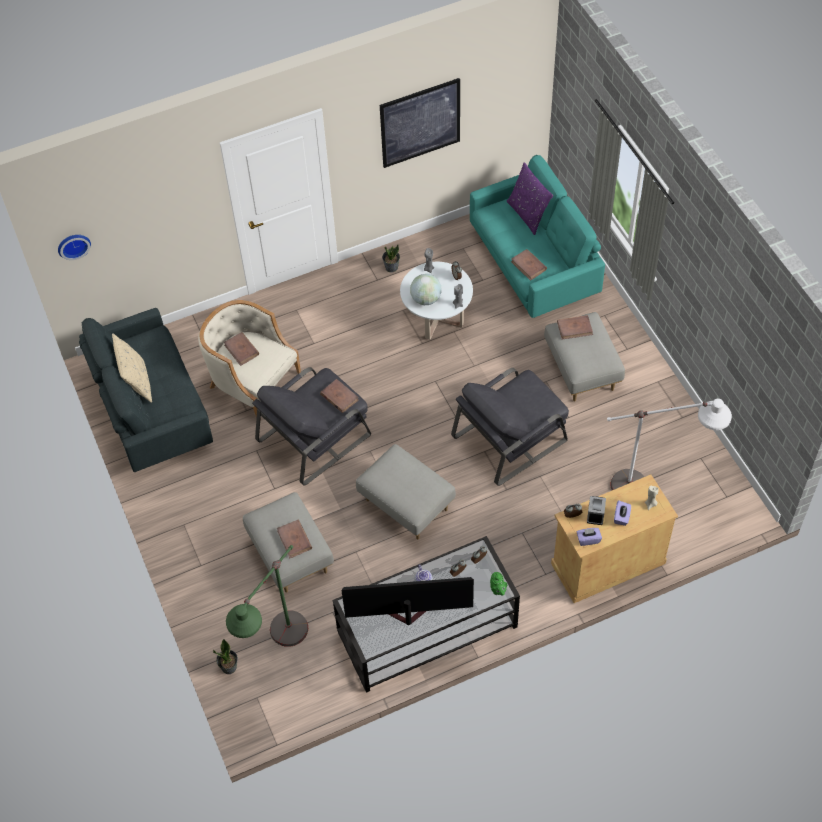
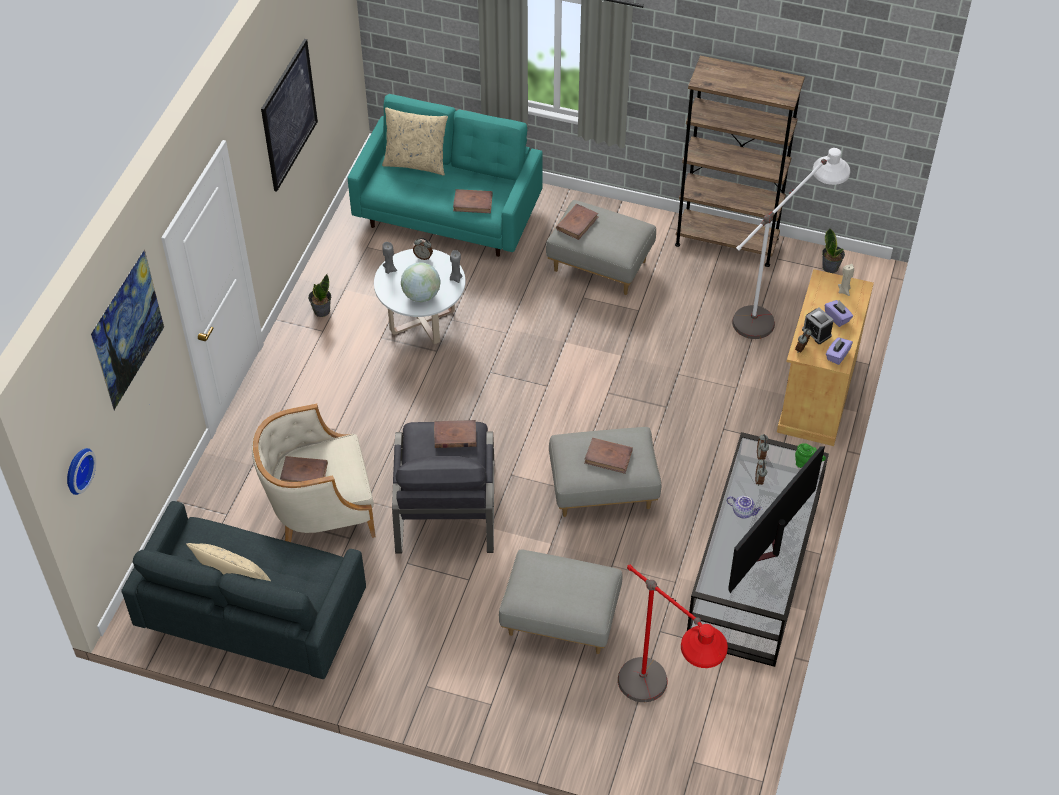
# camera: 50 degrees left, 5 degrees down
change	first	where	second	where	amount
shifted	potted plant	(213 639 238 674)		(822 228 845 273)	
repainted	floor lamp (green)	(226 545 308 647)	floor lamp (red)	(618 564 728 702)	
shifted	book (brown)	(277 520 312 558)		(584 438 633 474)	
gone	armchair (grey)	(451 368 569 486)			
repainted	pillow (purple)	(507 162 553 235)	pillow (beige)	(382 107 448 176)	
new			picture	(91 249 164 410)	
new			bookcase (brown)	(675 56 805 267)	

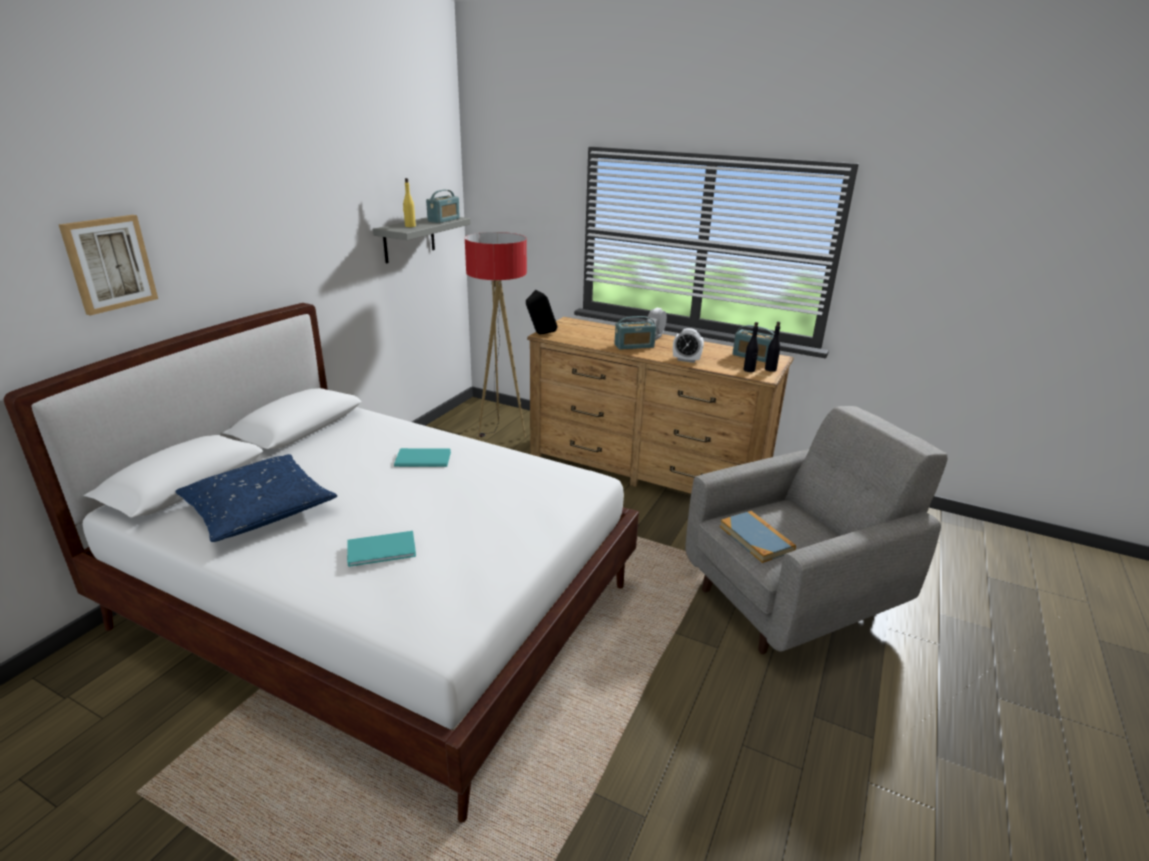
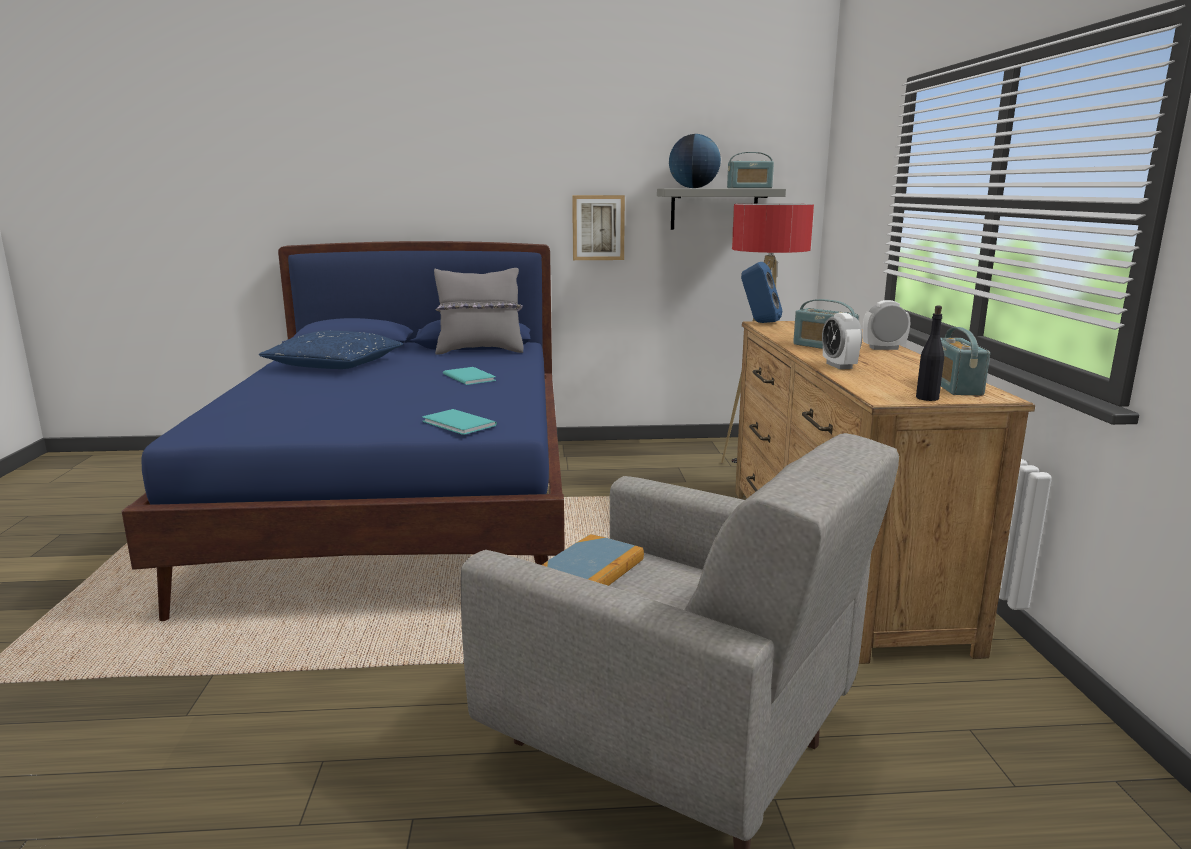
# camera: 60 degrees right, 10 degrees down
change	first	where	second	where	amount
repainted	bed (white)	(4 303 639 823)	bed (blue)	(122 241 565 621)	
shifted	picture	(59 215 158 316)		(572 195 625 260)	
shifted	book (turquoise)	(347 531 416 567)		(422 409 497 435)	
swapped	bottle (yellow)	(403 178 416 227)	globe	(669 134 721 188)	
repainted	speaker (black)	(526 290 557 334)	speaker (blue)	(741 262 782 323)	
gone	bottle (black)	(743 322 758 372)			
new			pillow (grey)	(434 268 524 355)	

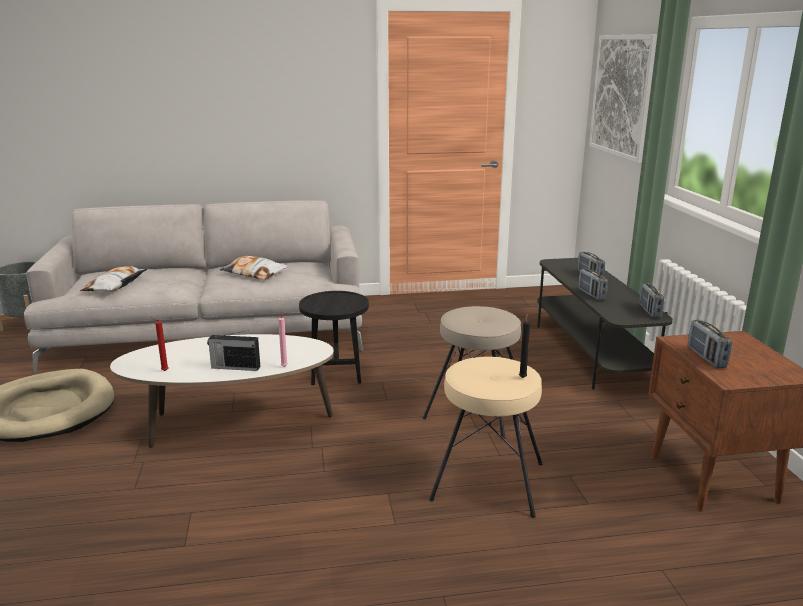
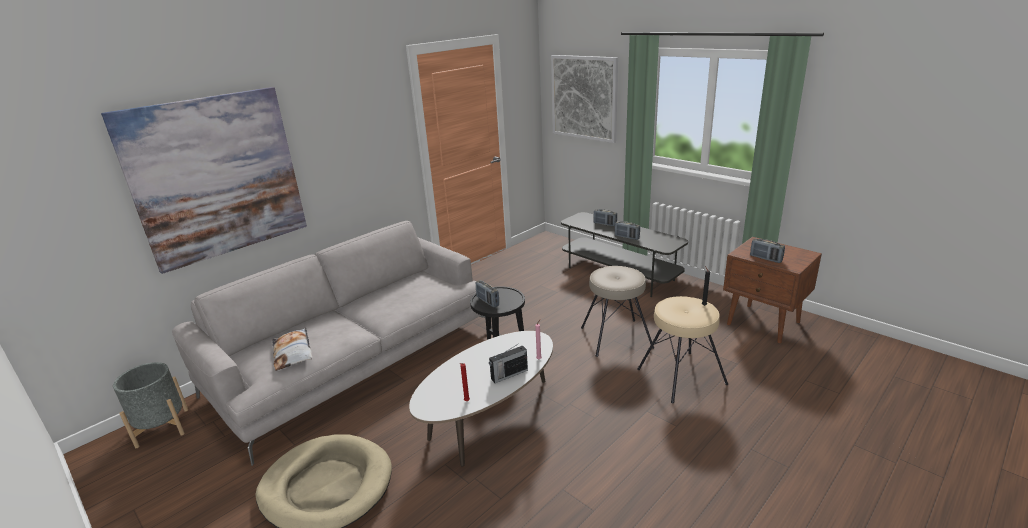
# camera: 35 degrees left, 5 degrees up
change	first	where	second	where	amount
gone	pillow	(220 256 288 280)			
shifted	radio	(639 283 664 318)		(476 280 499 307)	
new			picture	(101 87 307 274)	

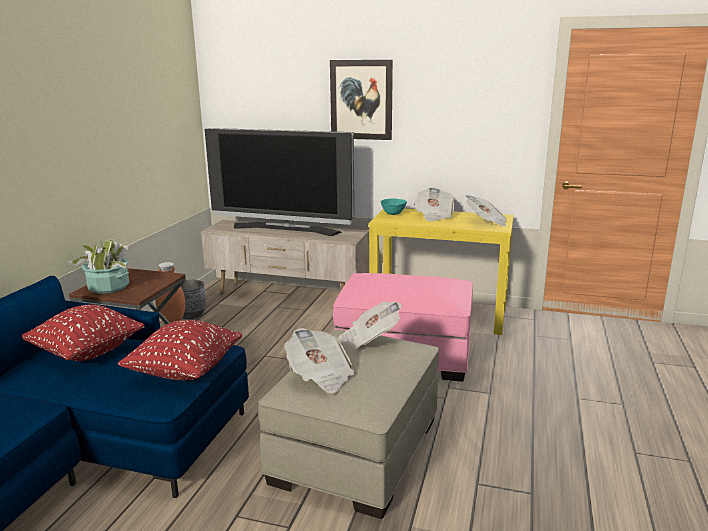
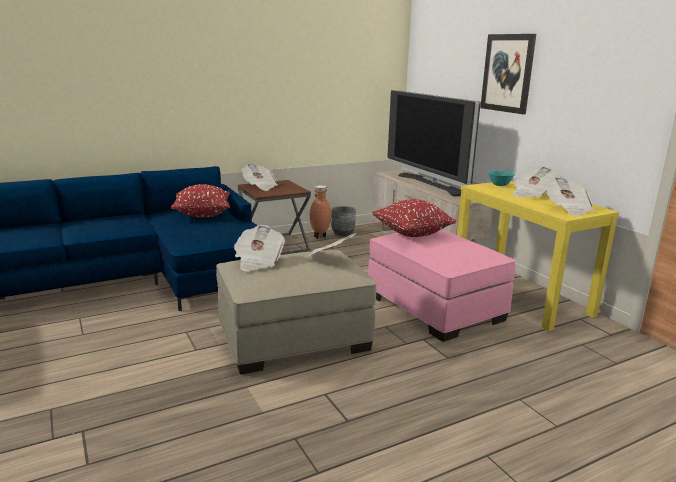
# camera: 45 degrees right, 0 degrees up
change	first	where	second	where	amount
swapped	potted plant	(68 239 129 294)	newspaper	(242 164 278 191)	
shifted	pillow (red)	(118 320 242 381)		(372 199 456 237)	

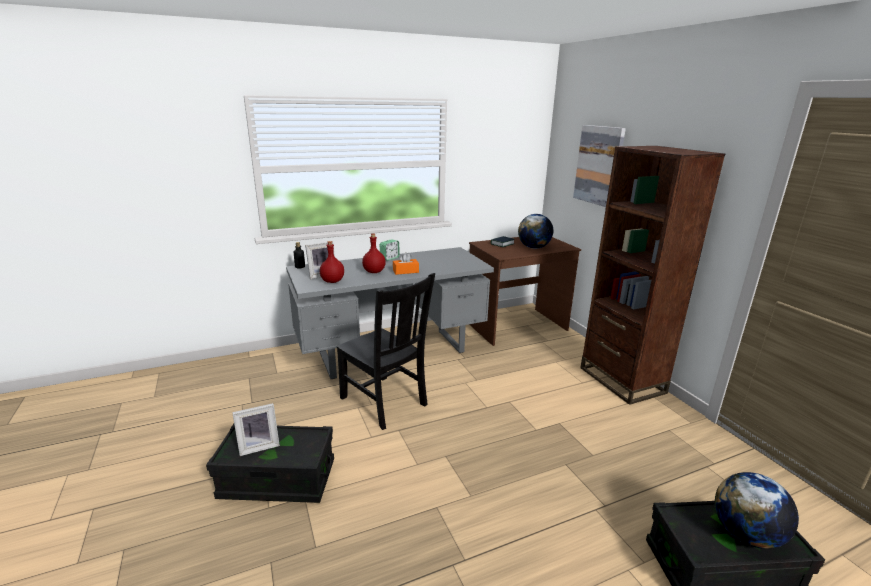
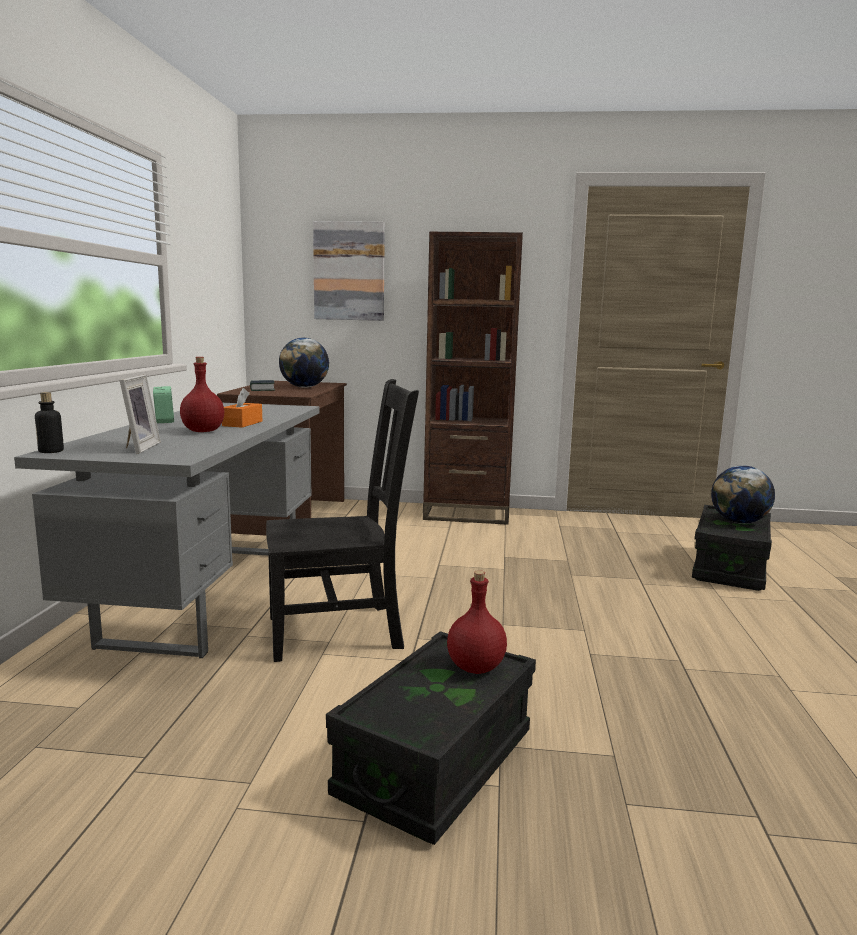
# camera: 60 degrees left, 10 degrees down
change	first	where	second	where	amount
gone	picture frame	(232 403 280 456)			
shifted	bottle (red)	(320 241 344 283)		(447 570 507 674)	

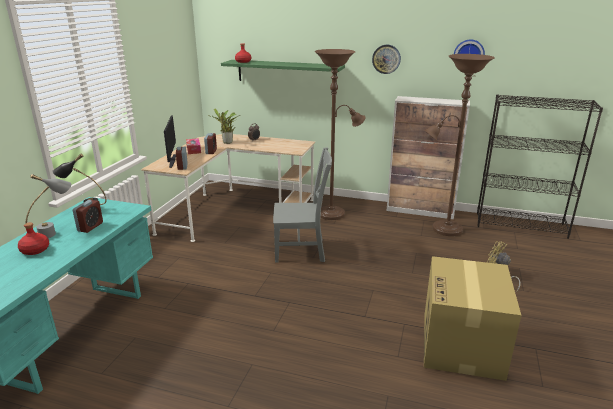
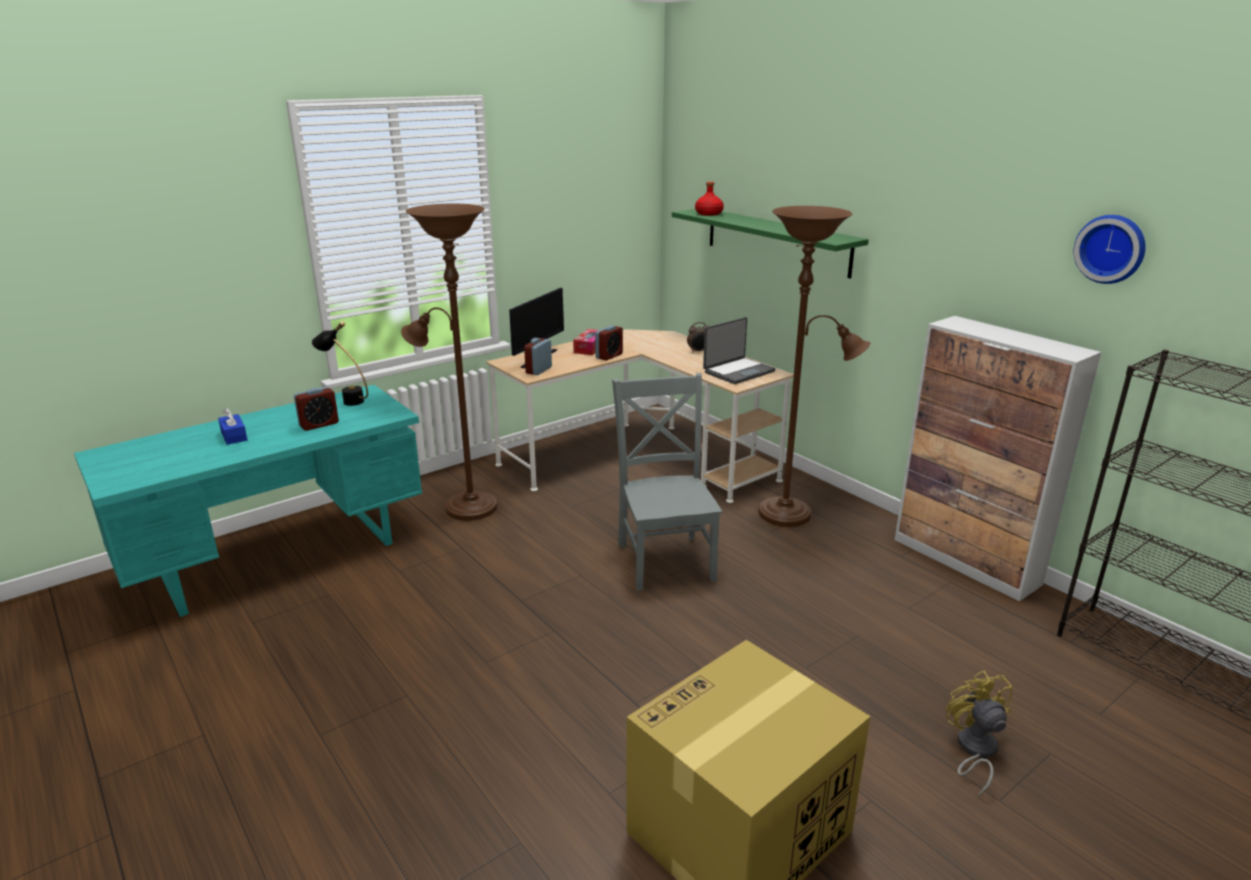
# camera: 35 degrees right, 0 degrees up
change	first	where	second	where	amount
swapped	bottle (red)	(18 222 49 255)	tissue box (blue)	(218 408 247 445)	
gone	table lamp (grey)	(25 174 71 238)			
gone	potted plant	(208 108 241 144)			
rotated	chair (grey)	(273 147 332 263)		(612 373 722 591)	135 degrees counterclockwise
gone	wall clock	(372 45 401 74)			
shifted	floor lamp (brown)	(424 54 495 236)		(401 203 498 521)	
new			laptop	(703 317 776 384)	

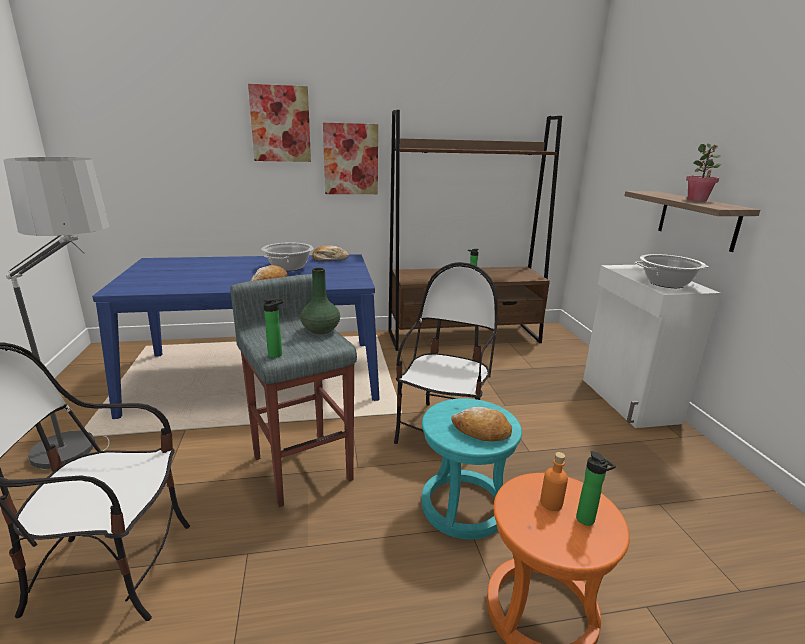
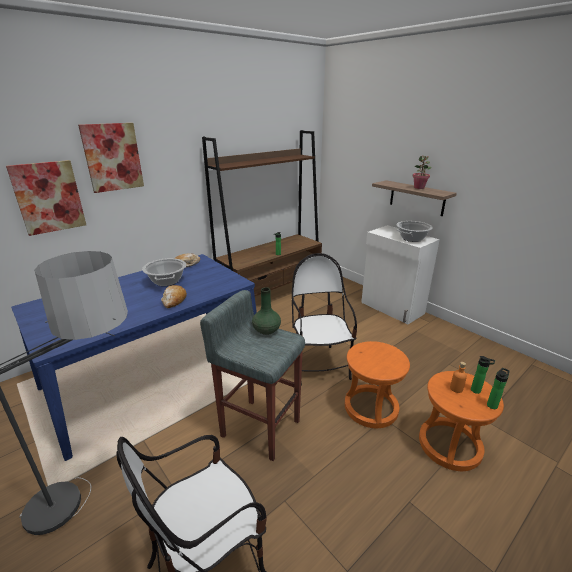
# camera: 30 degrees left, 5 degrees up
change	first	where	second	where	amount
shifted	bottle	(263 298 284 358)		(487 368 510 409)	
shifted	picture	(323 122 378 194)		(6 160 86 236)	
repainted	stool (turquoise)	(421 398 522 539)	stool (orange)	(345 341 410 428)	
gone	bread	(451 407 512 442)			

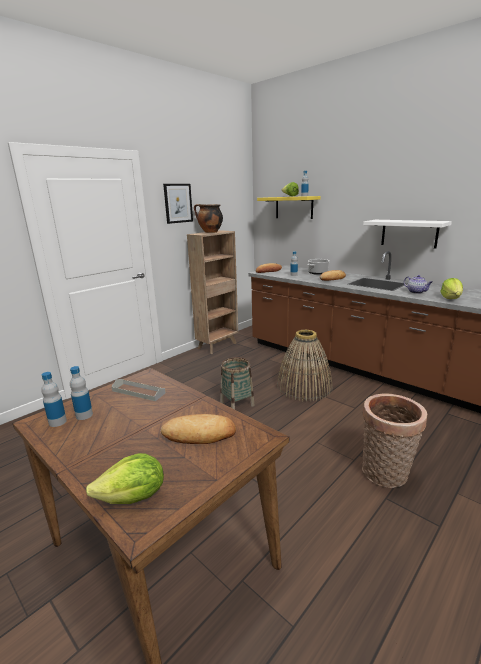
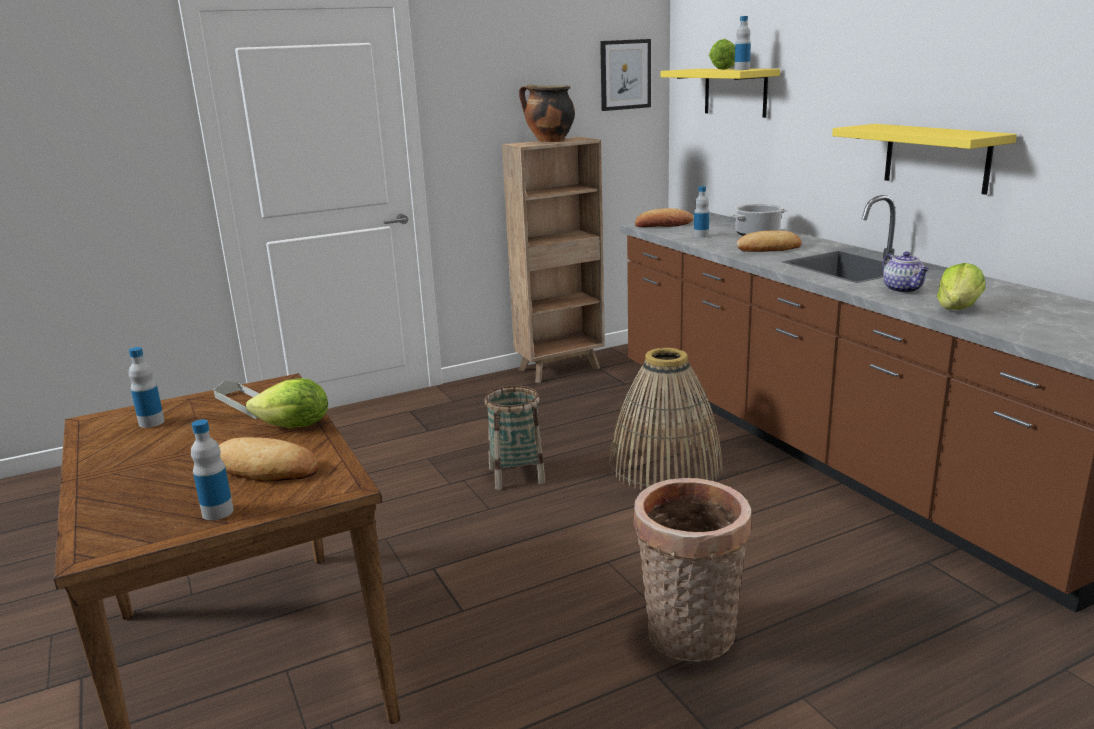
# camera: 20 degrees right, 0 degrees up
change	first	where	second	where	amount
shifted	bottle	(42 372 67 427)		(191 419 234 520)	
shifted	lettuce	(86 453 164 504)		(246 378 328 428)	
shifted	picture	(163 184 193 224)		(600 39 651 111)	
repainted	shelf (white)	(363 220 452 249)	shelf (yellow)	(832 124 1017 195)	

